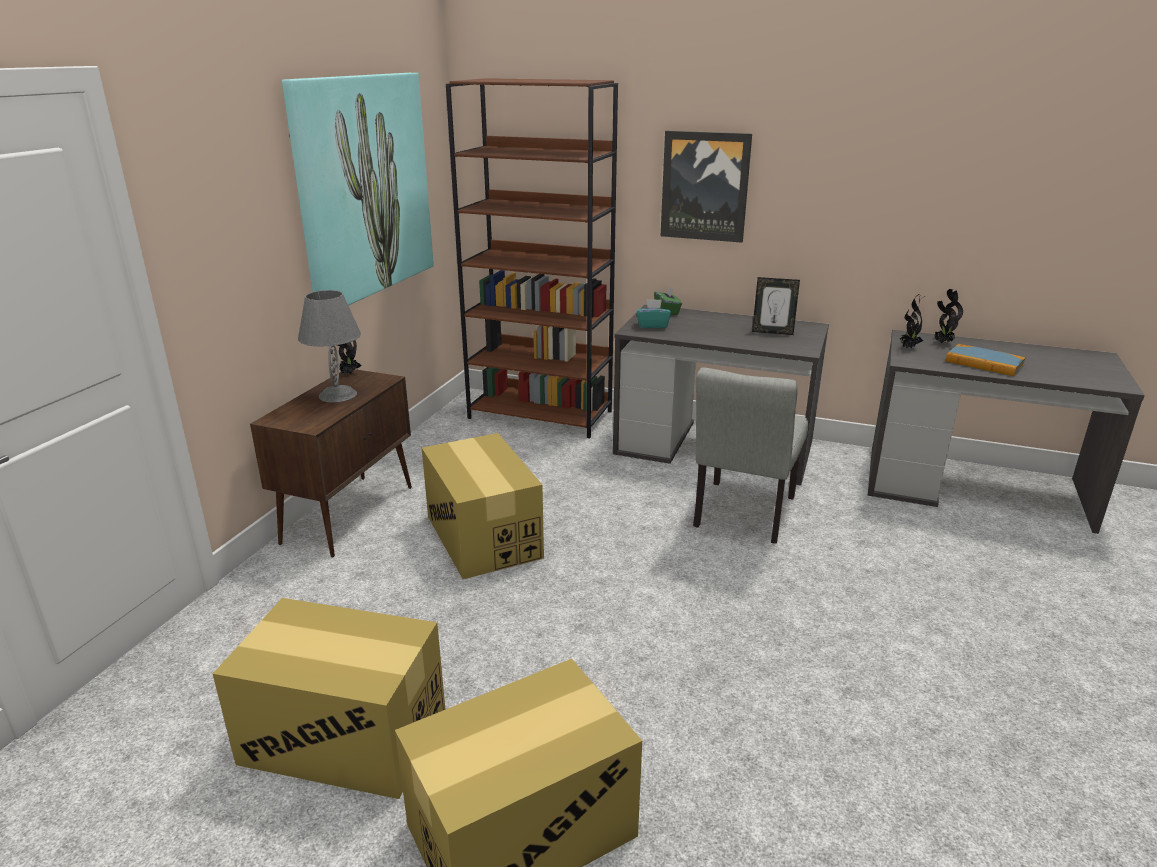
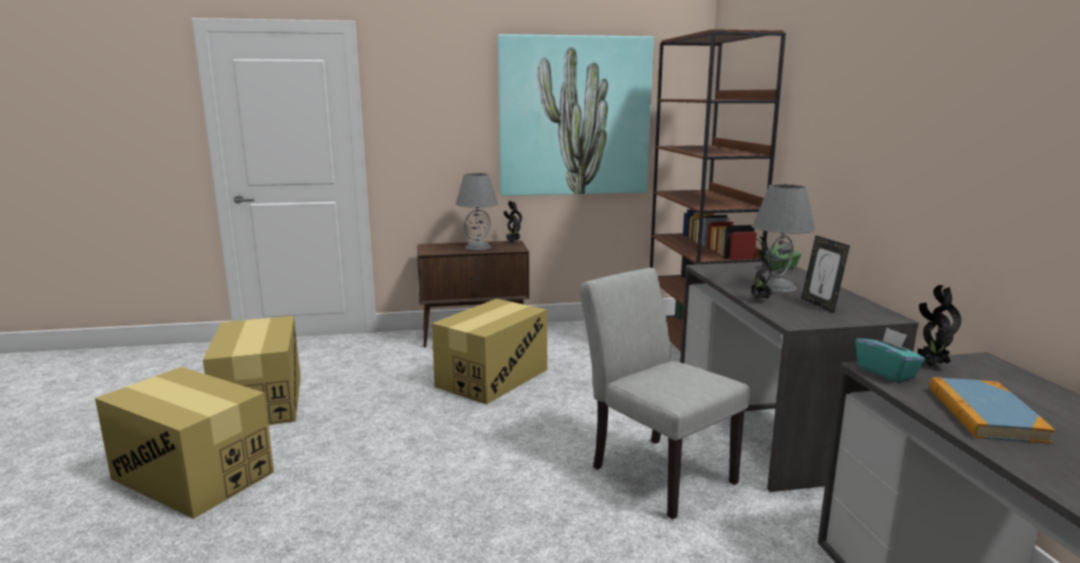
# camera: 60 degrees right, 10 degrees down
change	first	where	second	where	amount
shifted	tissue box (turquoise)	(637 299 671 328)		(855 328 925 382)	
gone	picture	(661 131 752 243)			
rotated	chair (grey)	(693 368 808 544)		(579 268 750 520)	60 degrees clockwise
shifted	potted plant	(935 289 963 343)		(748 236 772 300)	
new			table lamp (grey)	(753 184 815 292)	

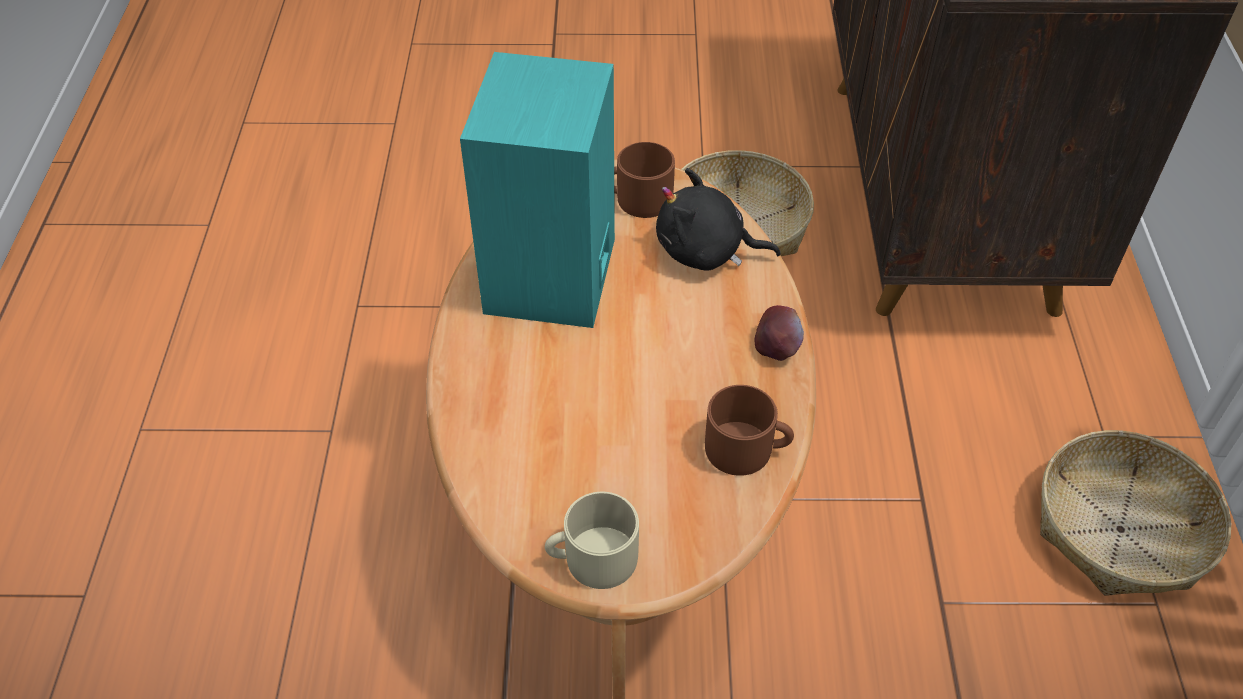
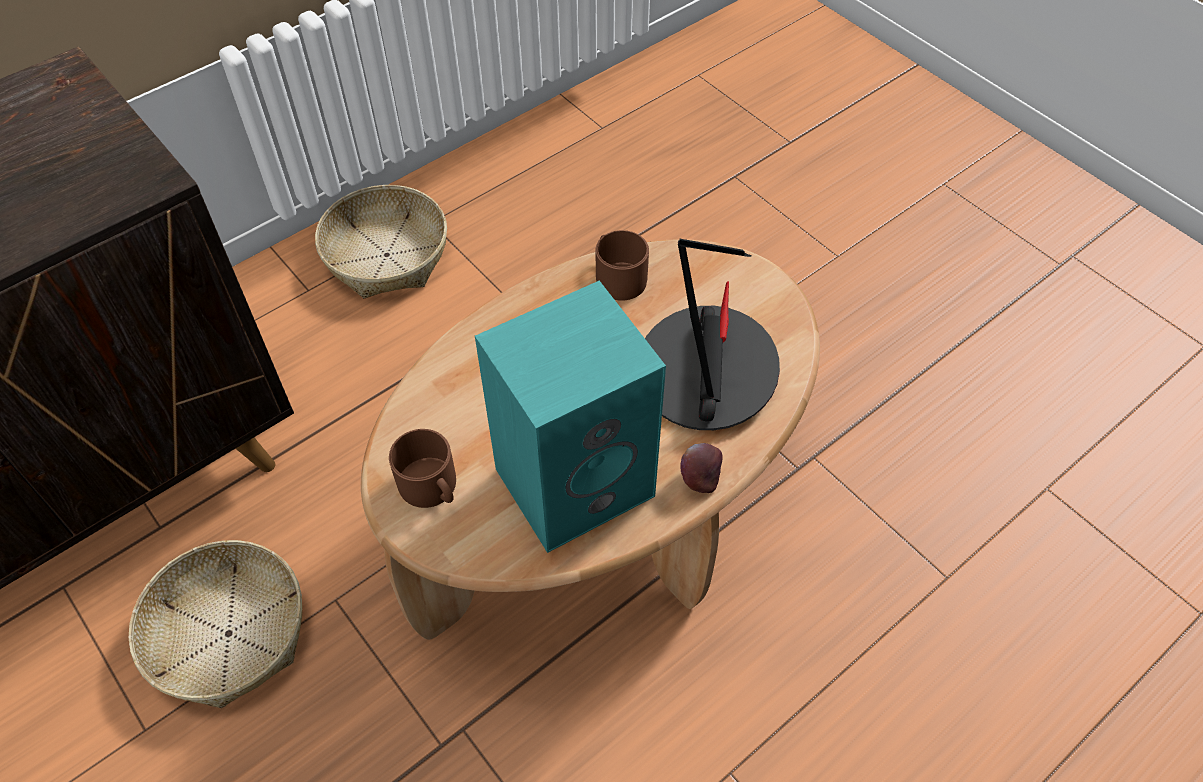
# camera: 130 degrees left, 5 degrees up
change	first	where	second	where	amount
gone	mug (beige)	(545 492 639 589)			
gone	plush toy (black)	(656 168 781 271)			
shifted	apple	(755 305 804 361)		(680 443 723 493)	
new			table lamp	(645 239 780 430)	

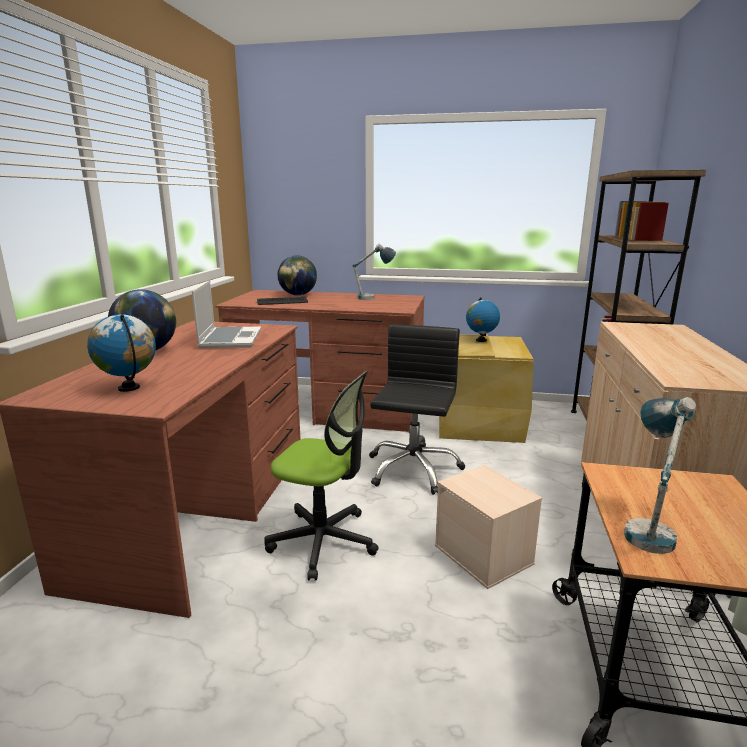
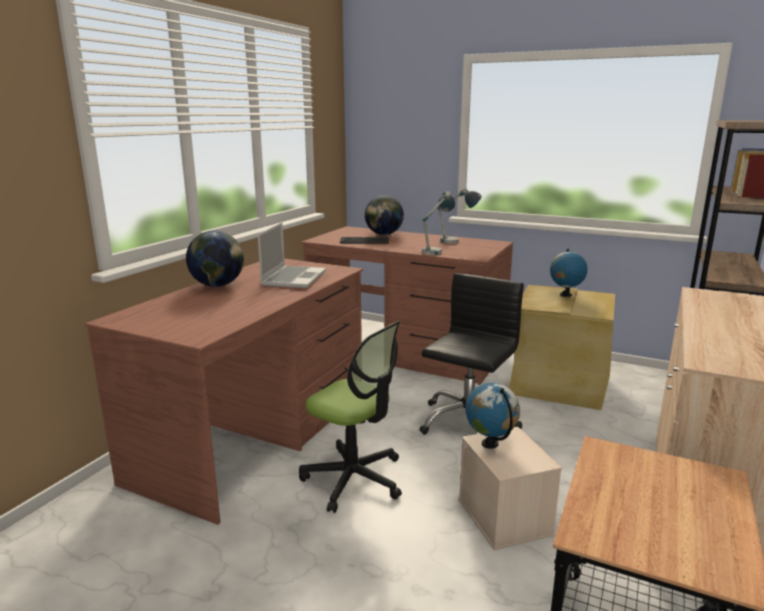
# camera: 15 degrees right, 0 degrees up
change	first	where	second	where	amount
shifted	globe	(87 314 156 392)		(465 383 520 449)	
shifted	table lamp	(624 397 696 554)		(422 191 455 255)	

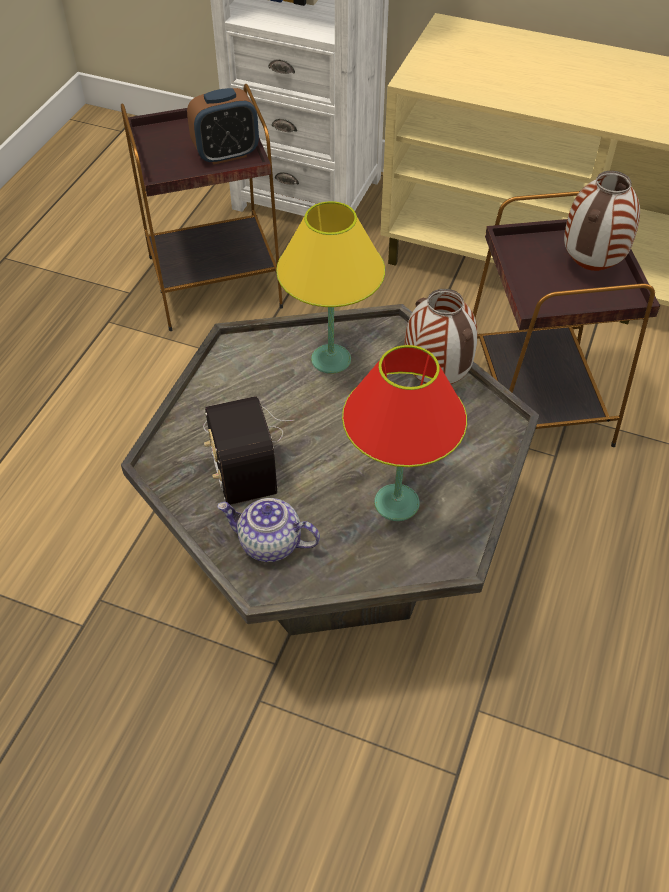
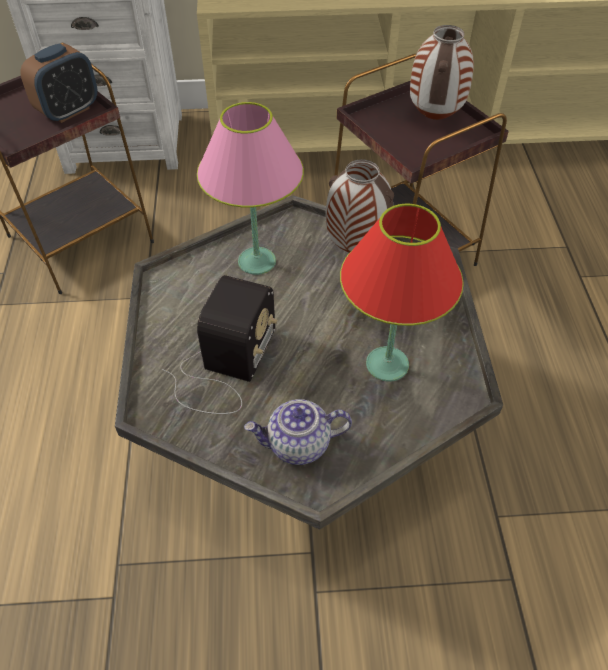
# camera: 25 degrees left, 0 degrees up
change	first	where	second	where	amount
rotated	radio	(203 396 295 505)		(162 275 278 414)	120 degrees counterclockwise
repainted	table lamp (yellow)	(276 201 385 374)	table lamp (pink)	(197 102 304 275)	

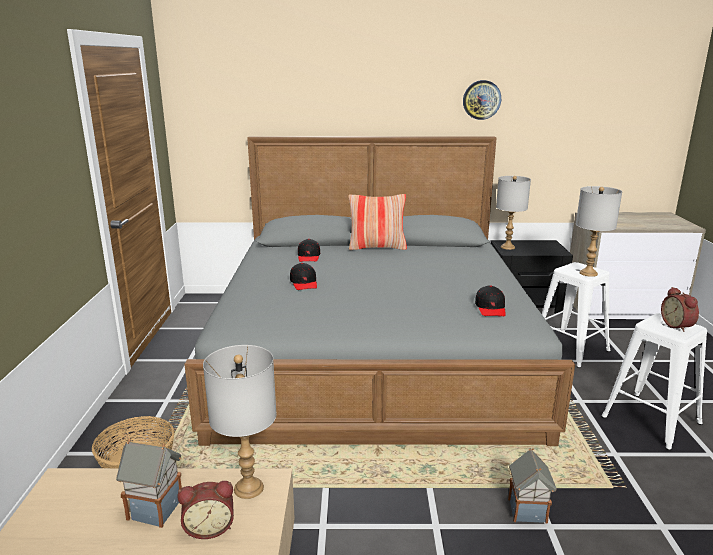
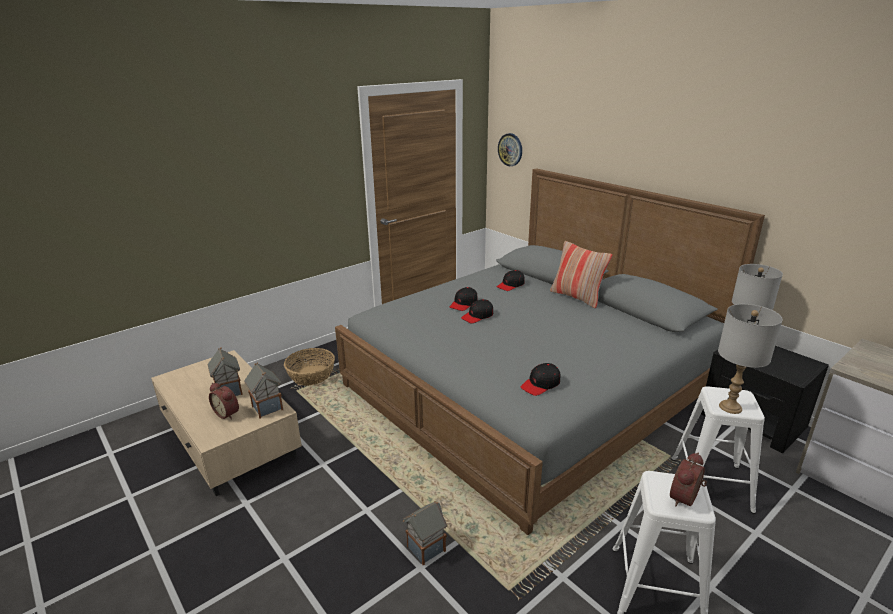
# camera: 50 degrees right, 5 degrees up
change	first	where	second	where	amount
swapped	table lamp (grey)	(203 345 277 499)	toy house	(244 362 283 418)	
shifted	wall clock	(463 80 501 120)		(498 133 522 166)	
new			cap (black)	(461 299 493 324)	

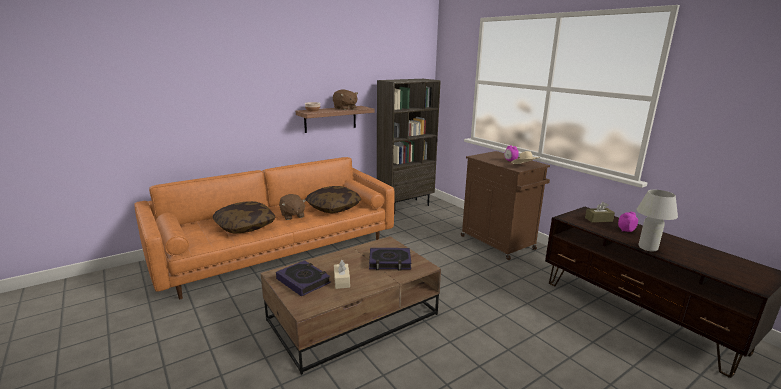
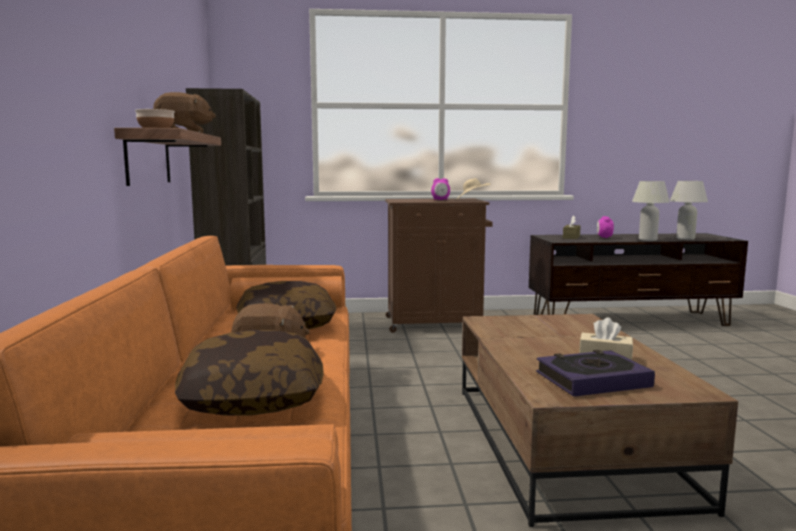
# camera: 60 degrees left, 10 degrees down
change	first	where	second	where	amount
gone	book	(369 248 411 270)			
new			table lamp (white)	(670 181 708 240)	

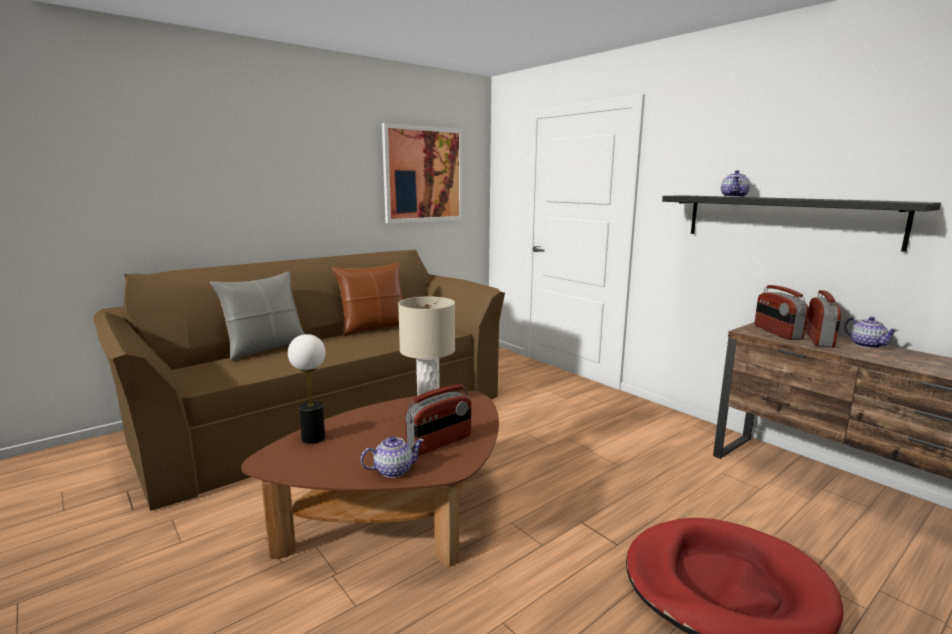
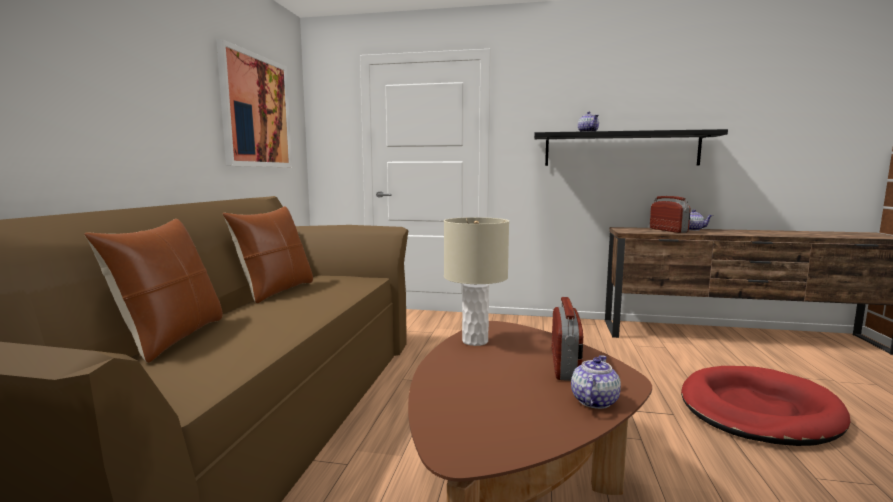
# camera: 40 degrees left, 5 degrees down
change	first	where	second	where	amount
repainted	pillow (grey)	(210 272 304 361)	pillow (brown)	(84 219 223 363)	
gone	table lamp	(288 334 326 444)			
gone	radio	(755 285 809 340)			

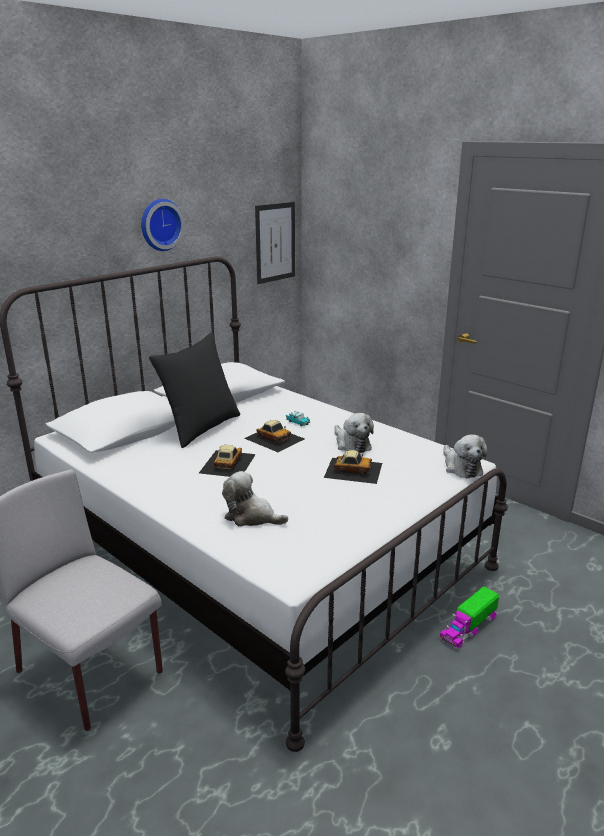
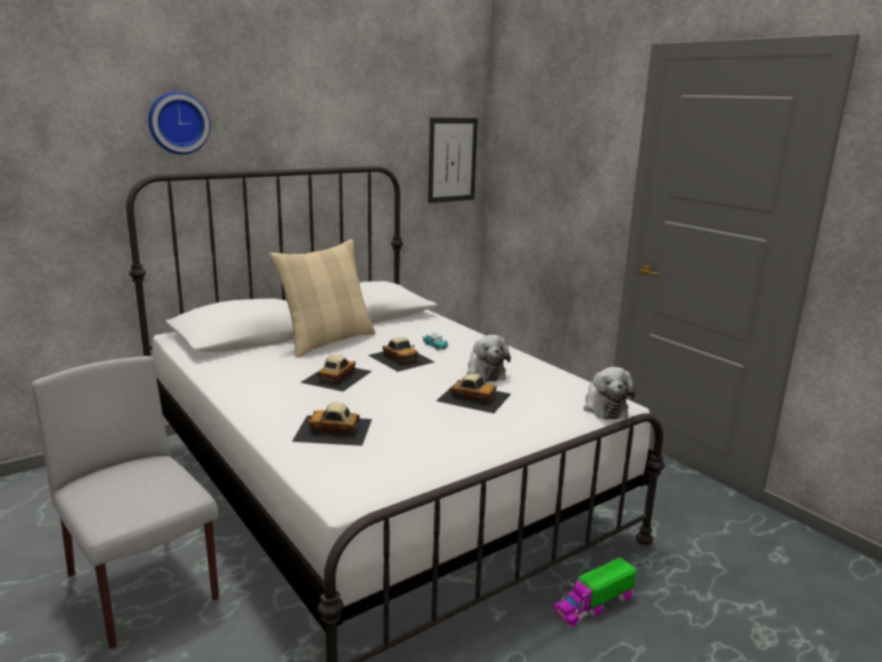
# camera: 10 degrees right, 5 degrees down
change	first	where	second	where	amount
shifted	wall clock	(141 199 185 251)		(148 91 210 155)	
repainted	pillow (black)	(149 333 240 448)	pillow (beige)	(269 239 376 358)	
swapped	plush toy	(222 471 288 526)	toy car	(292 403 372 446)	

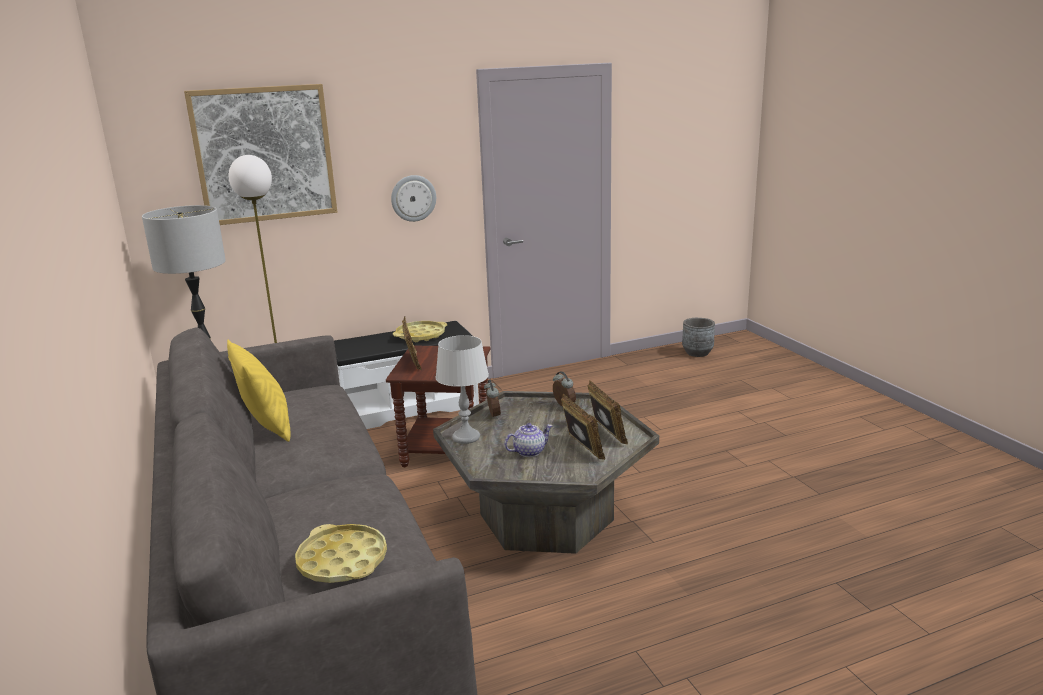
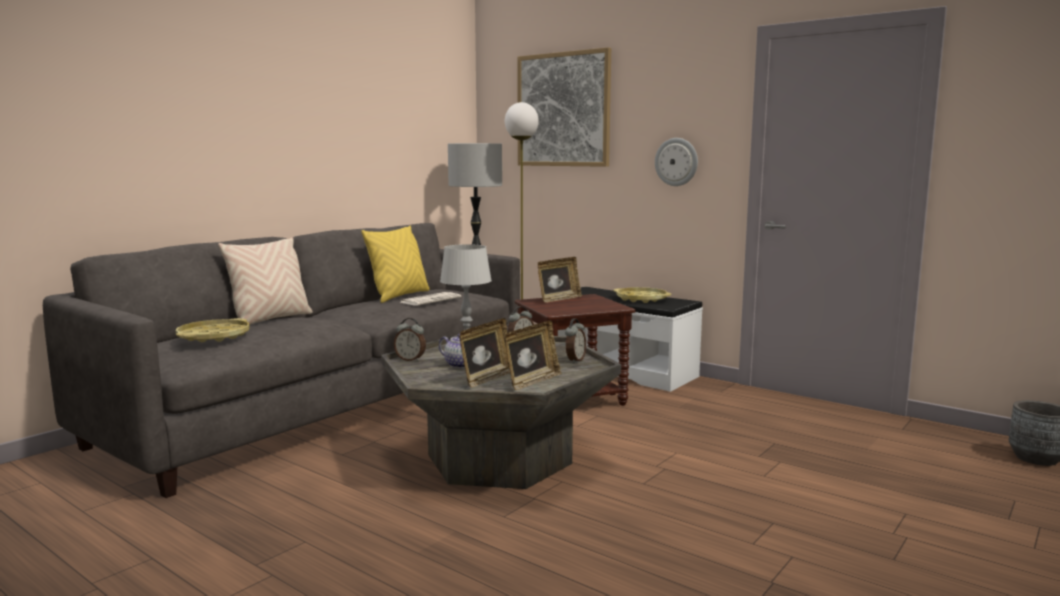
# camera: 60 degrees right, 10 degrees down
change	first	where	second	where	amount
new			pillow (beige)	(218 237 313 325)	
new			alarm clock	(394 318 426 361)	
new			newspaper	(401 292 461 306)	

